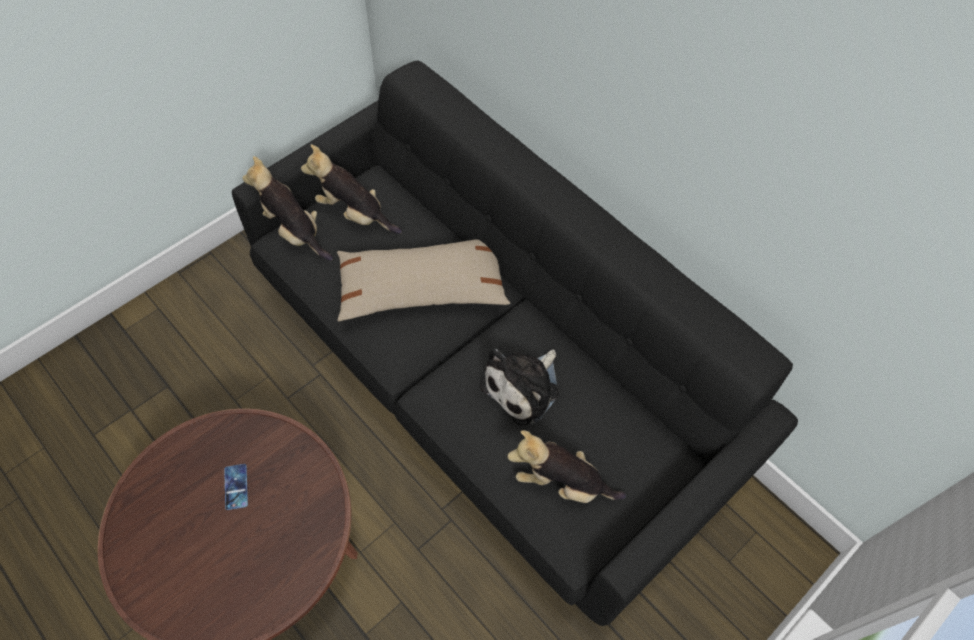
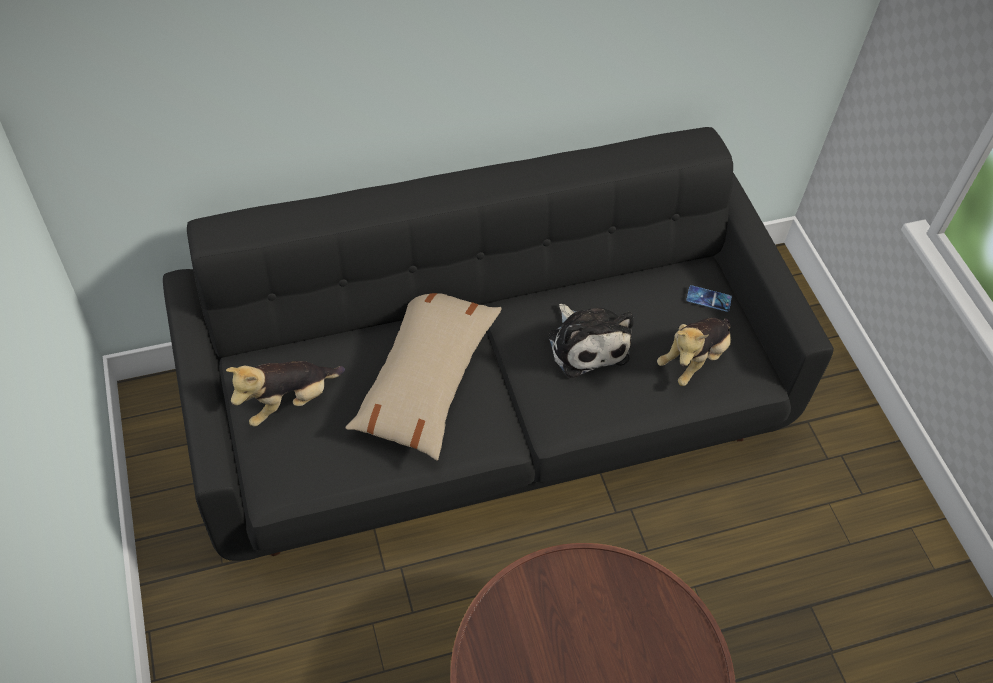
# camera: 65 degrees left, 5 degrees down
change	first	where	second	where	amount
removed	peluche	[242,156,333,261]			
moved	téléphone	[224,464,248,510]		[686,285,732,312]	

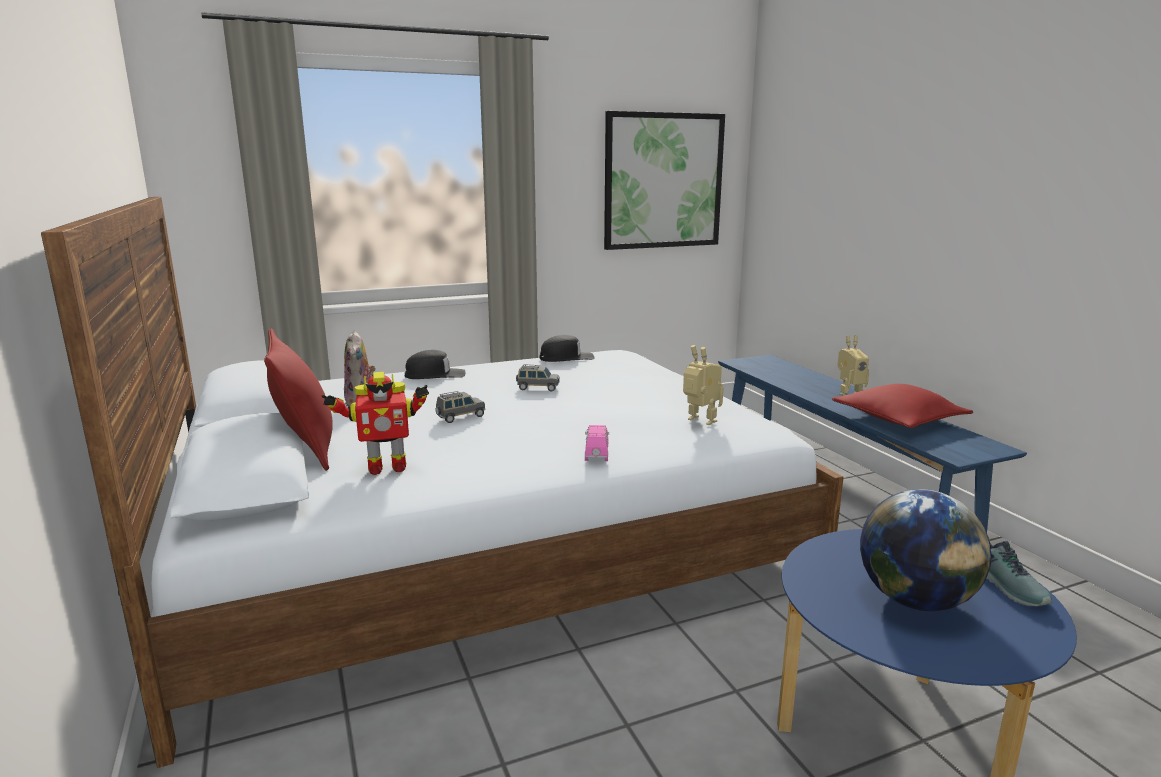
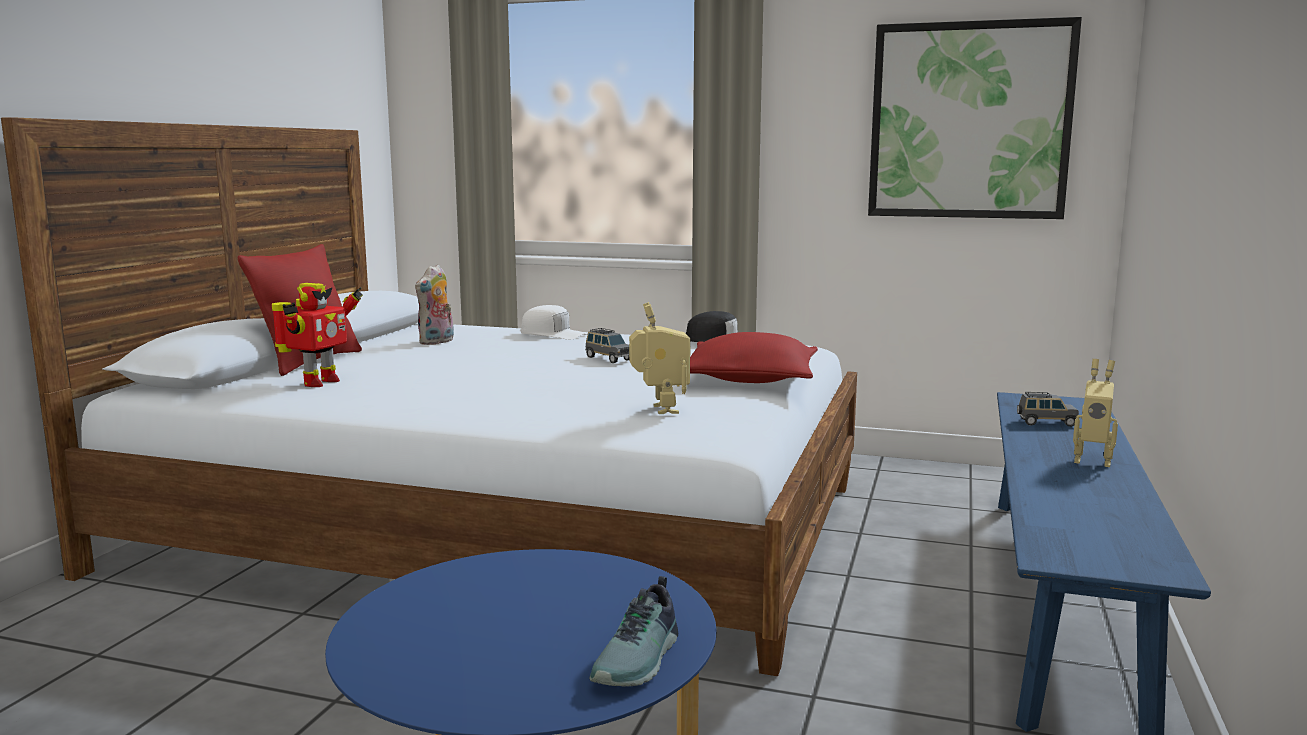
# camera: 40 degrees right, 5 degrees down
change	first	where	second	where	amount
removed	petite voiture (rose)	[585,425,609,461]			
removed	globe	[860,489,991,611]			
moved	petite voiture (gris)	[436,391,485,423]		[1017,392,1079,427]	
moved	coussin (rouge)	[832,384,973,428]		[690,332,818,383]	
recoloured	casquette (noir)	[405,350,465,379]	casquette (blanc)	[521,305,588,340]	
turned	robot jouet	[321,372,429,475]		[272,283,363,387]	90 degrees counterclockwise

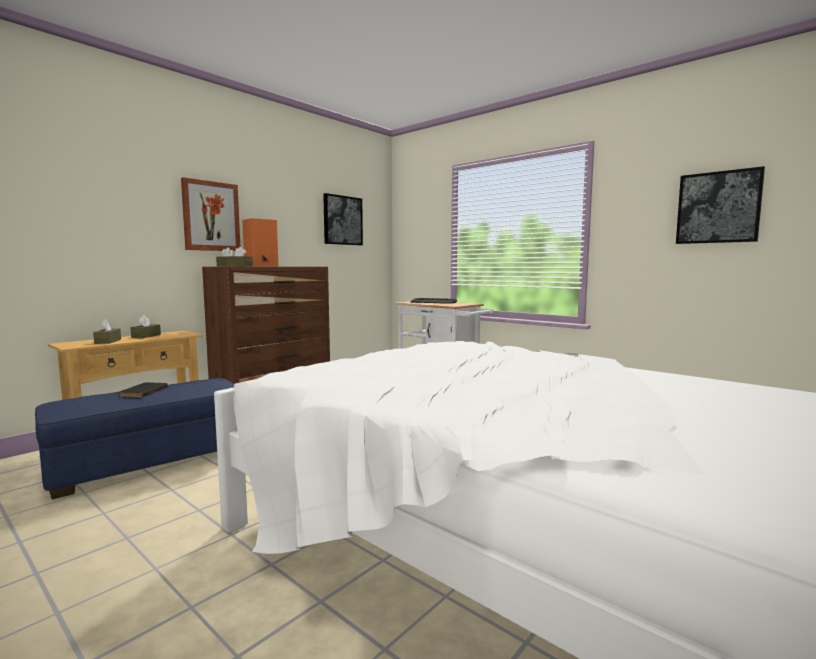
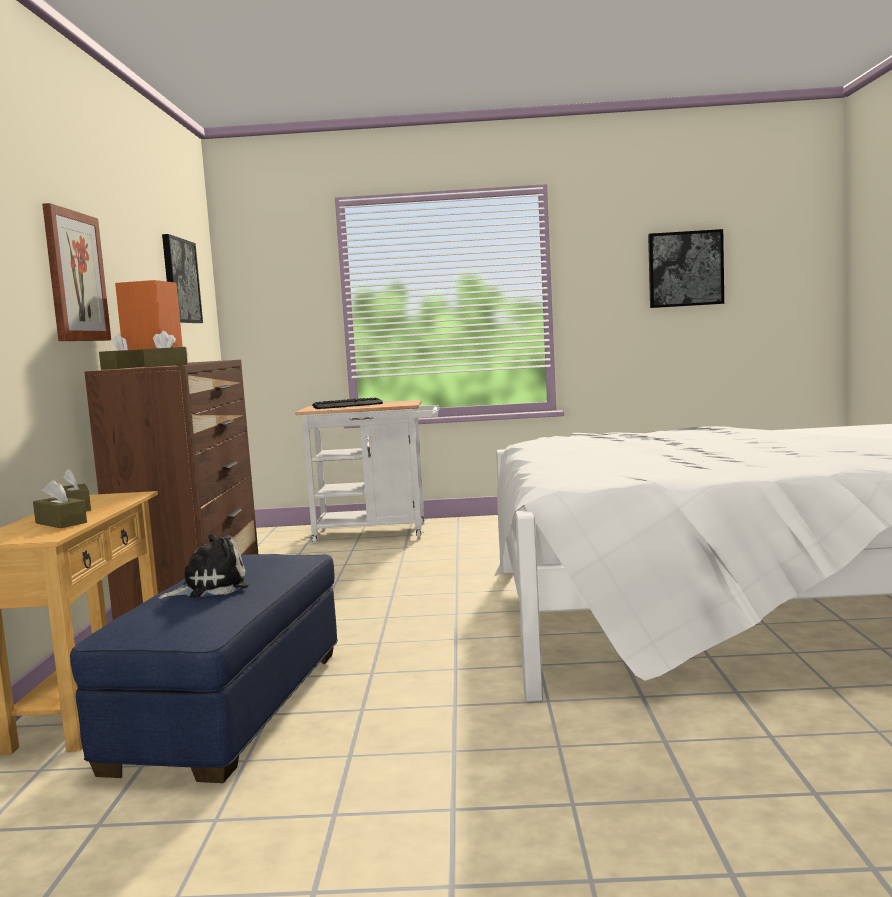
# camera: 40 degrees left, 0 degrees up
change	first	where	second	where	amount
replaced	livre (noir)	[119,382,168,397]	peluche	[158,534,248,599]	

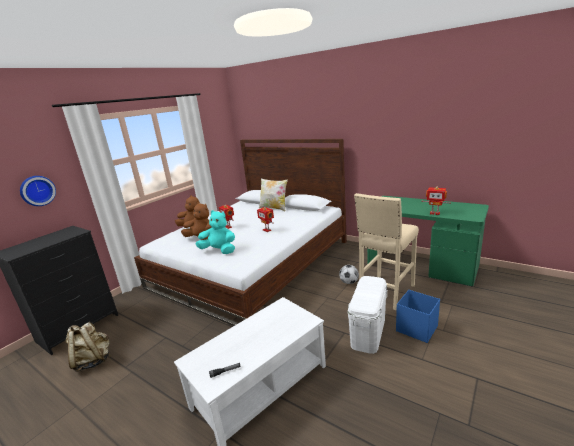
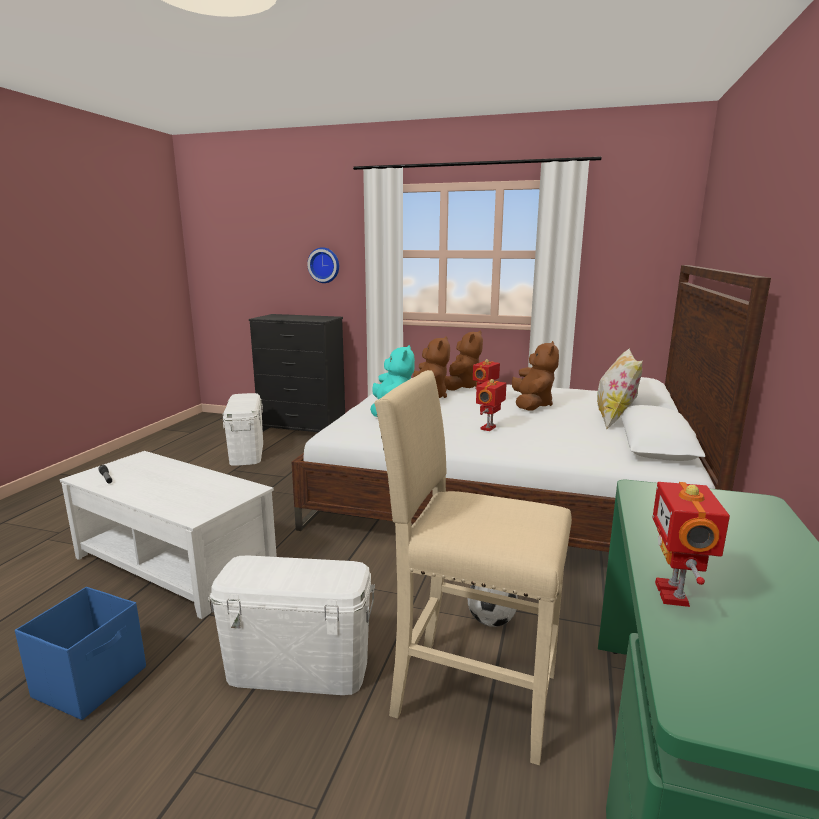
# camera: 70 degrees right, 5 degrees down
change	first	where	second	where	amount
added			peluche (marron)	[512,341,559,411]	
moved	boîte de rangement (bleu)	[396,290,440,343]		[15,587,146,720]	
replaced	sac à dos (beige)	[66,322,110,372]	boîte de rangement (blanc)	[223,393,263,466]	

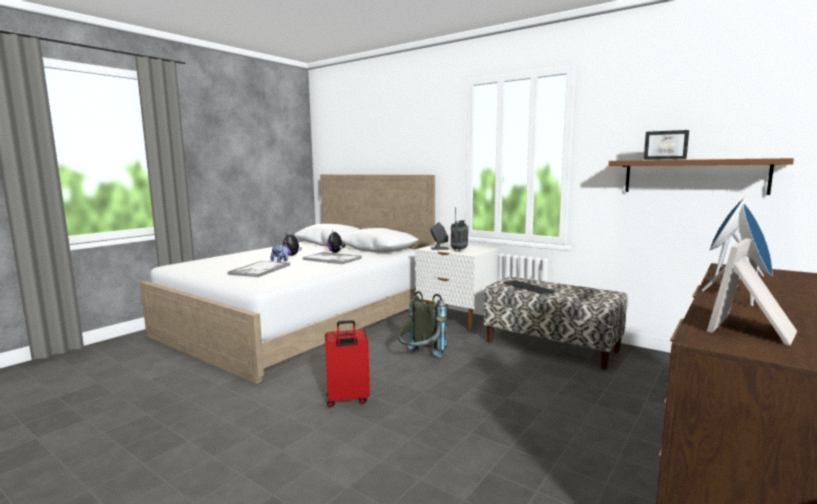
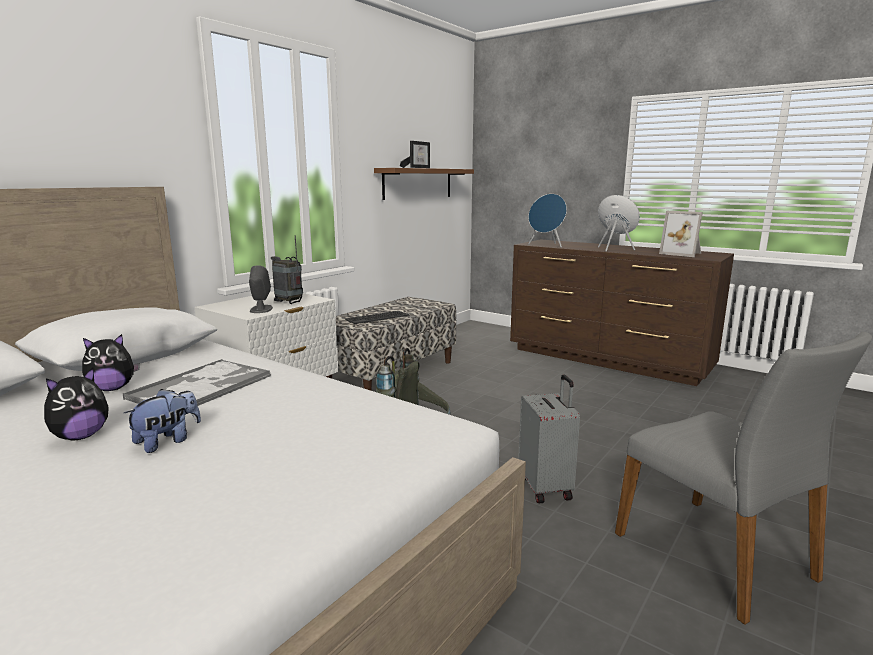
# camera: 90 degrees left, 5 degrees up
change	first	where	second	where	amount
removed	plateau	[228,261,290,277]			
added			chaise (gris)	[615,332,872,625]	
recoloured	valise (rouge)	[325,320,370,407]	valise (gris)	[518,375,580,504]	

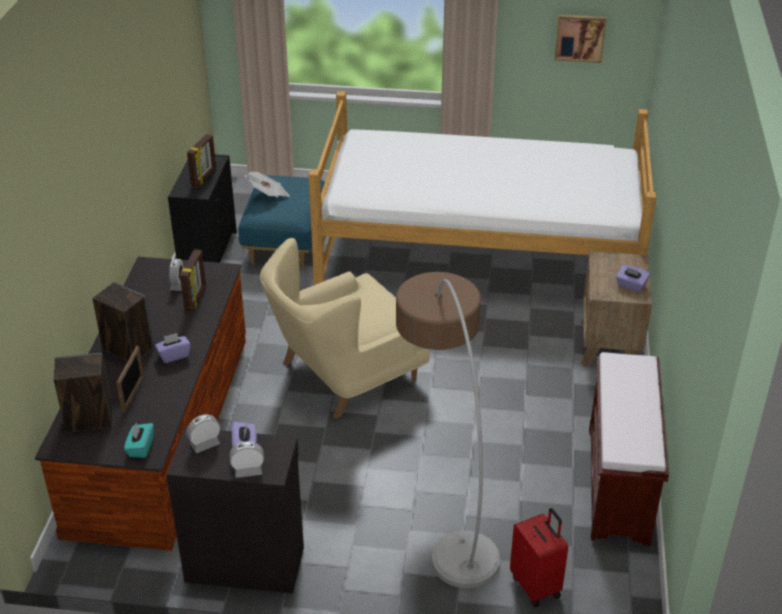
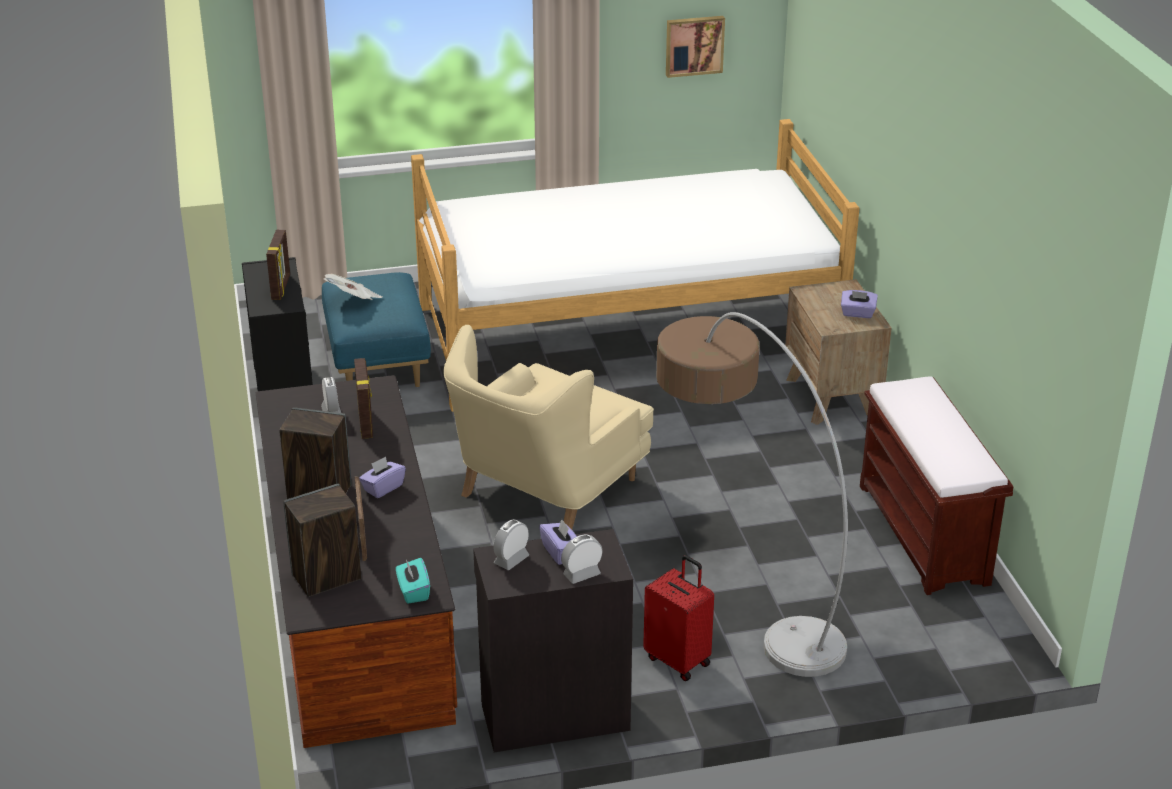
# camera: 20 degrees left, 5 degrees down
change	first	where	second	where	amount
moved	valise (rouge)	[510,508,568,607]		[643,555,714,681]	

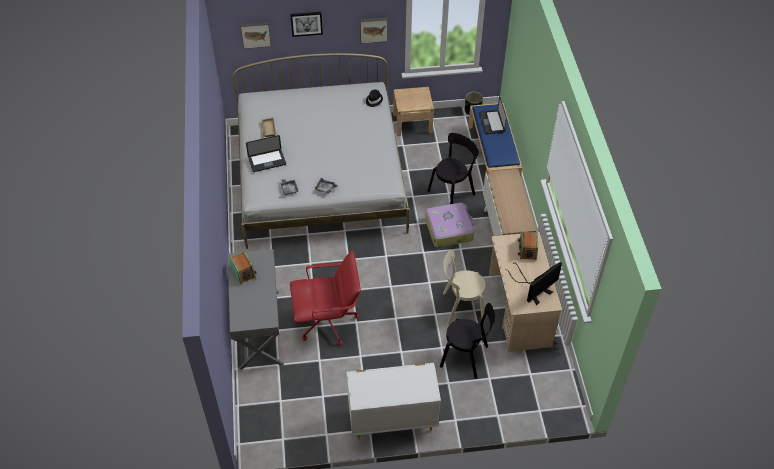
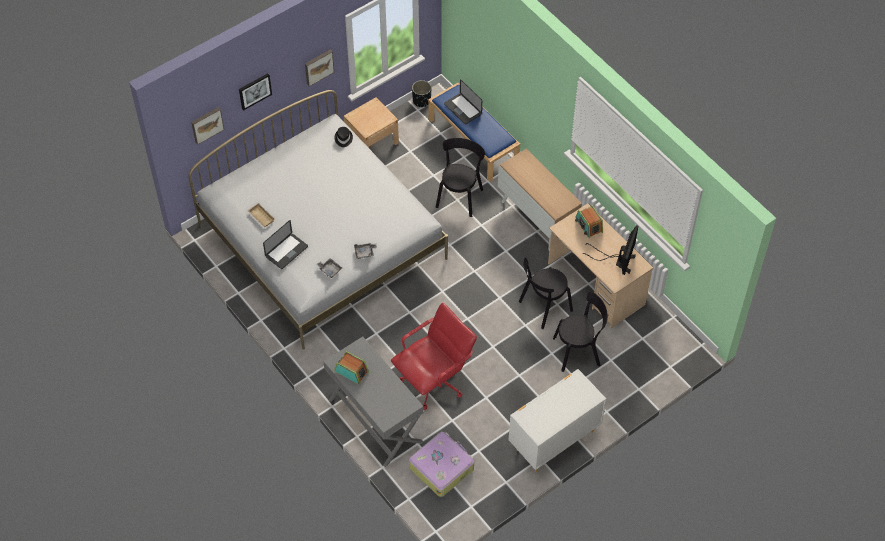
# camera: 30 degrees left, 5 degrees up
change	first	where	second	where	amount
moved	valise	[425,203,475,247]		[409,432,474,497]	
recoloured	chaise (beige)	[443,250,486,324]	chaise (noir)	[519,257,573,329]	

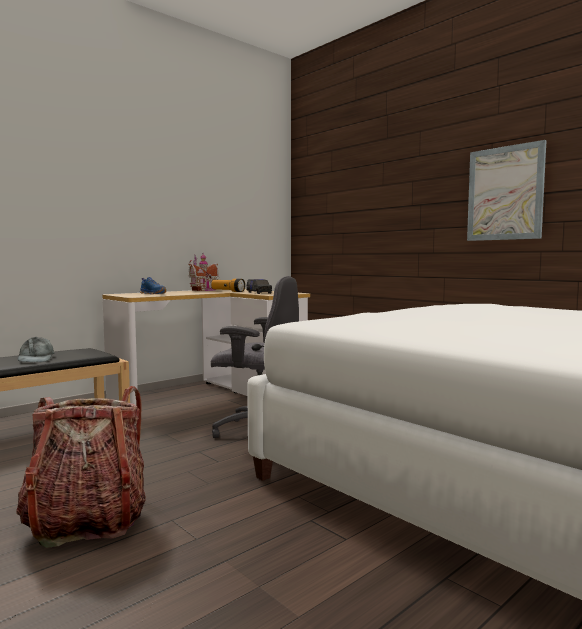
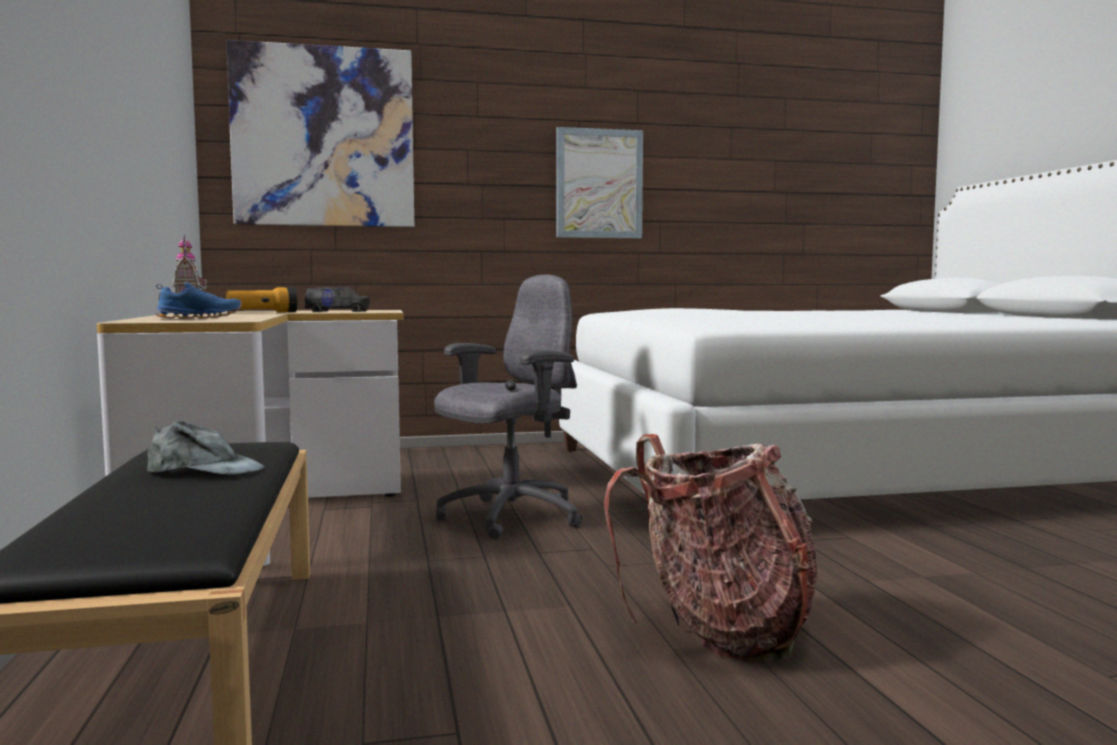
# camera: 60 degrees left, 0 degrees up
change	first	where	second	where	amount
added			tableau	[226,40,414,227]	

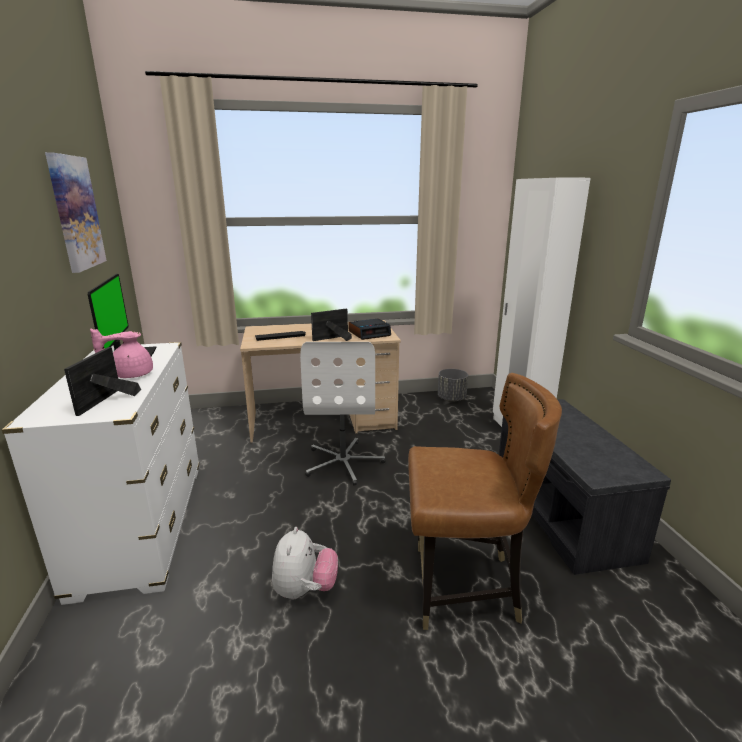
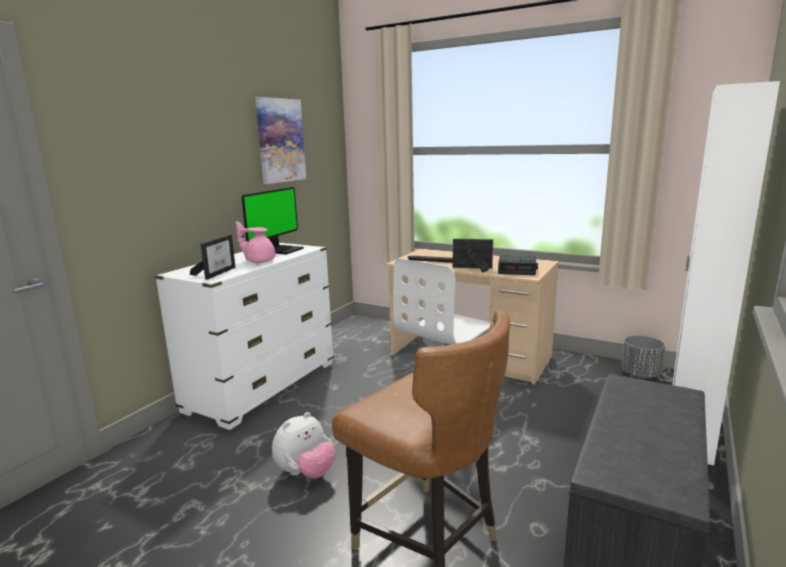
# camera: 40 degrees right, 5 degrees down
change	first	where	second	where	amount
turned	cadre photo	[64,347,141,416]		[190,234,236,280]	150 degrees clockwise

